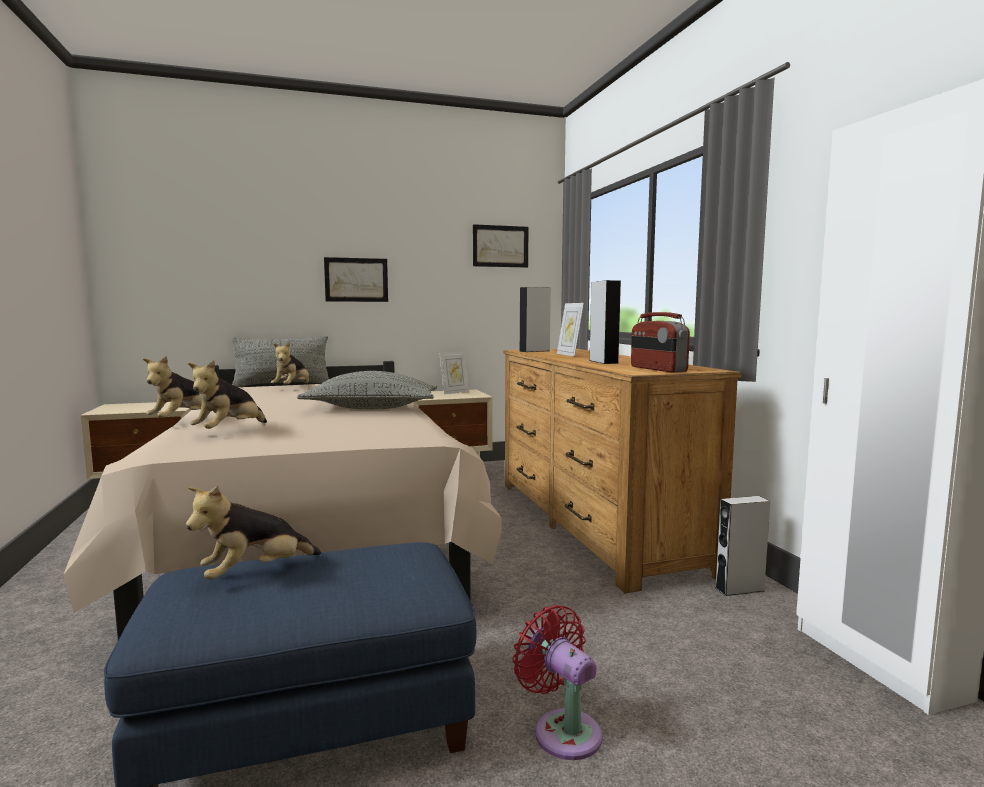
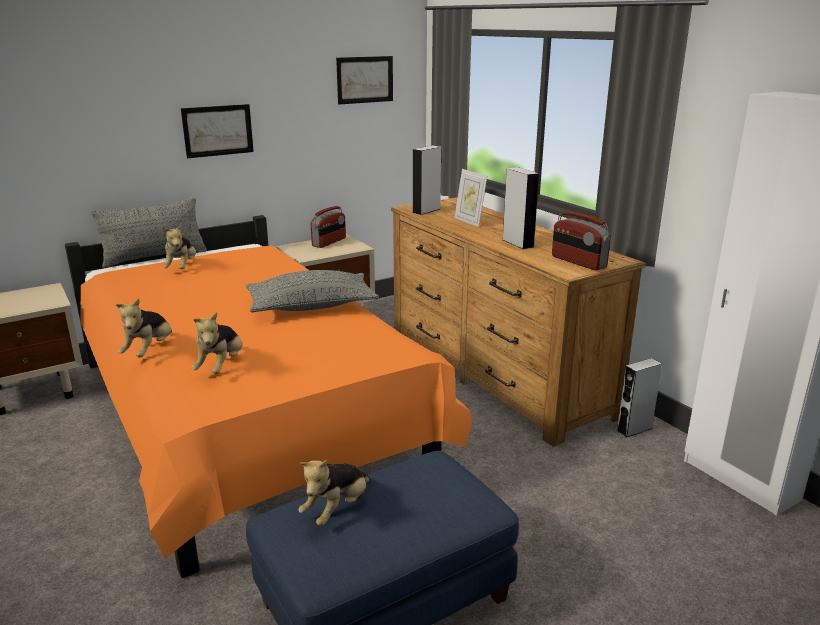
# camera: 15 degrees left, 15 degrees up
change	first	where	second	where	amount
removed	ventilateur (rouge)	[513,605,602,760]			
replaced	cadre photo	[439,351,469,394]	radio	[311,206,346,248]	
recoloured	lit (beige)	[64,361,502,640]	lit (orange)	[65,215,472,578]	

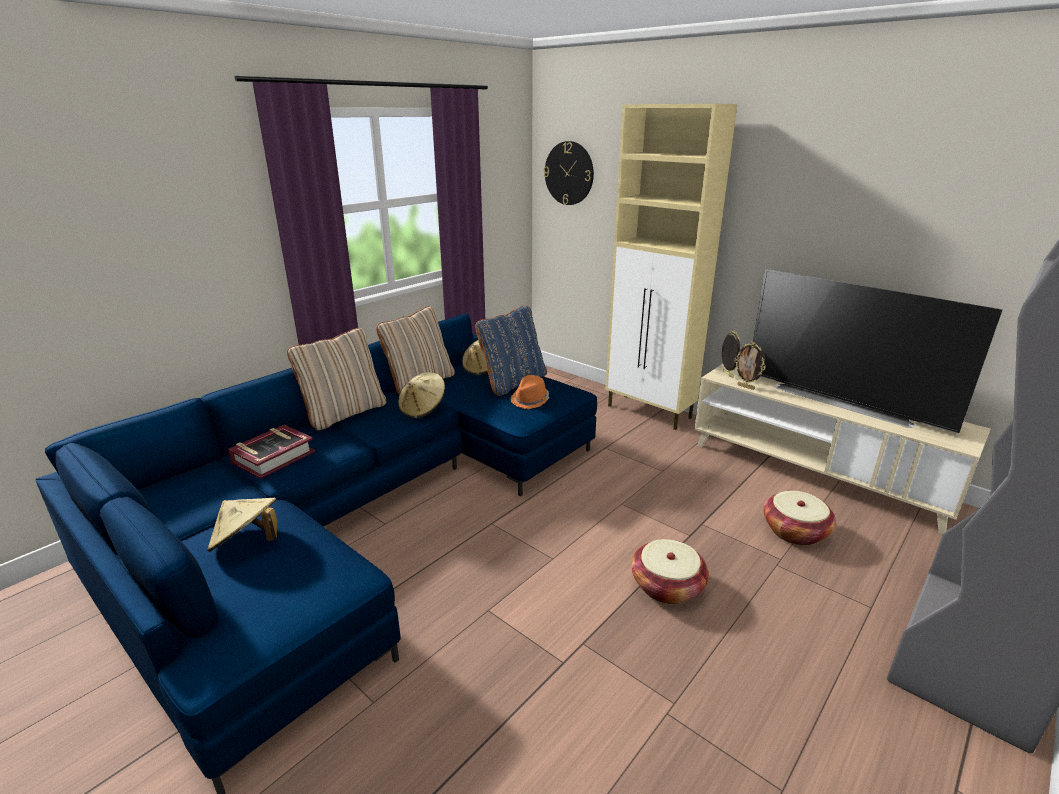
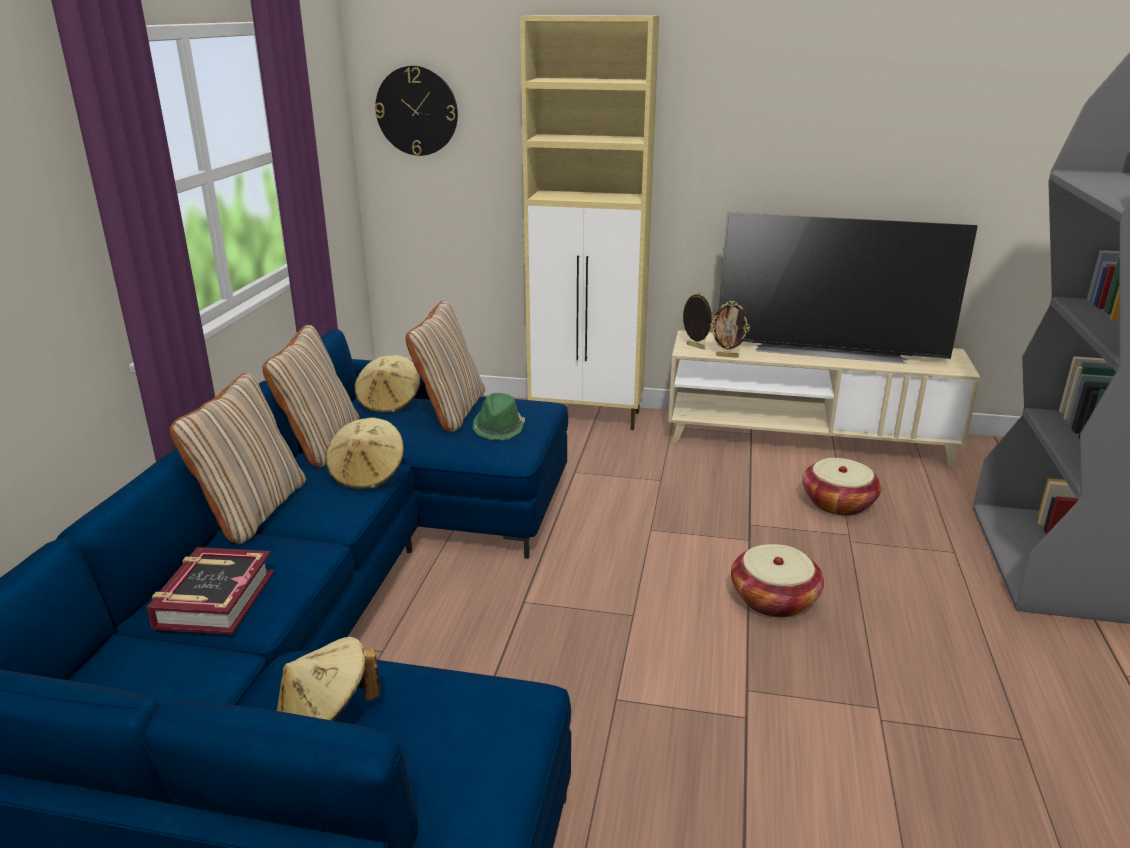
# camera: 30 degrees left, 0 degrees up
change	first	where	second	where	amount
recoloured	coussin (bleu)	[475,305,547,396]	coussin (beige)	[406,301,485,433]	
recoloured	chapeau (orange)	[511,375,550,409]	chapeau (vert)	[473,393,525,440]	

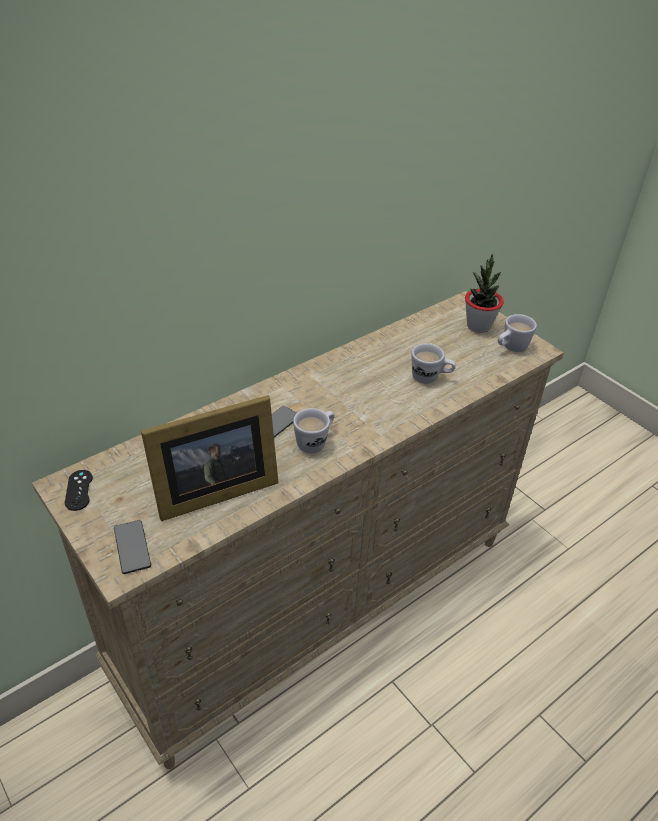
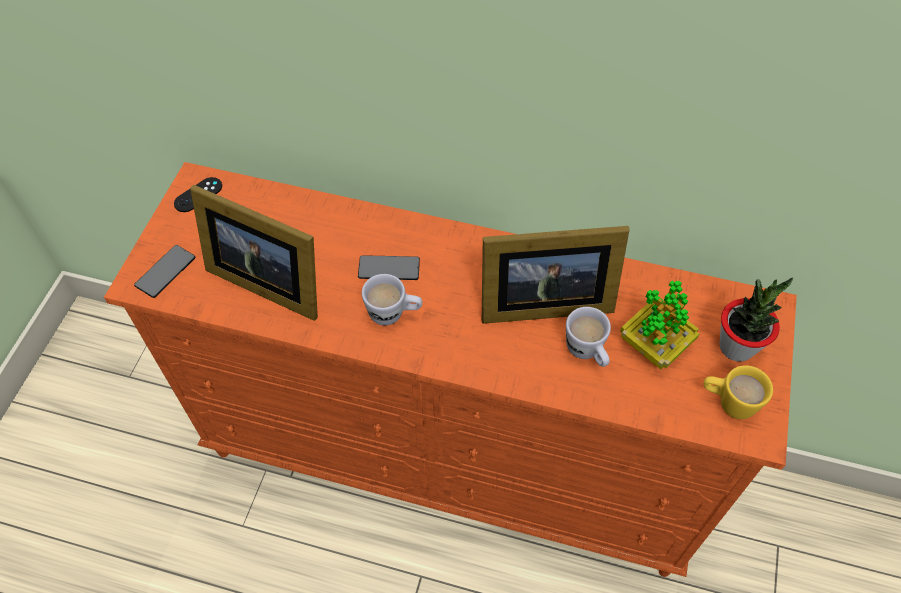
# camera: 55 degrees right, 15 degrees up
change	first	where	second	where	amount
added			cadre photo	[482,226,630,324]	
added			plante en pot	[620,280,699,370]	
recoloured	commode (beige)	[32,291,564,769]	commode (orange)	[104,162,797,577]	
recoloured	mug (blanc)	[498,314,537,352]	mug (jaune)	[703,365,773,419]	

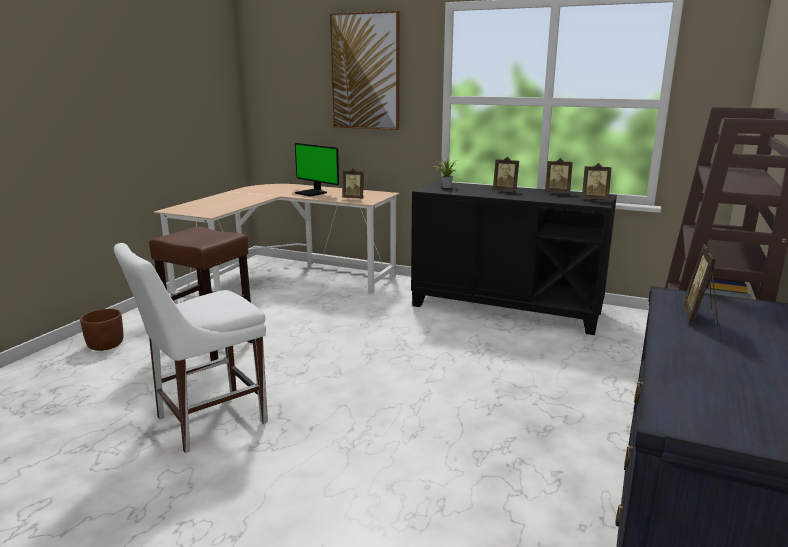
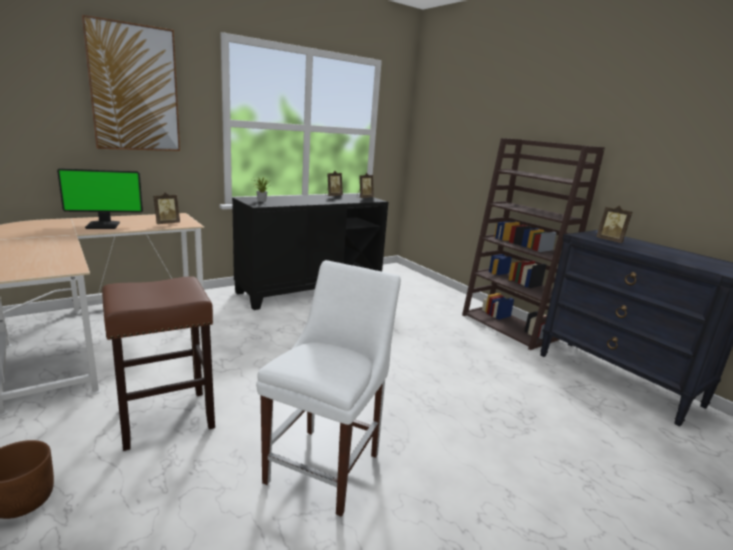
# camera: 60 degrees left, 0 degrees up
change	first	where	second	where	amount
removed	cadre photo	[493,157,519,191]			
turned	chaise (blanc)	[114,243,268,453]		[256,260,401,517]	150 degrees counterclockwise

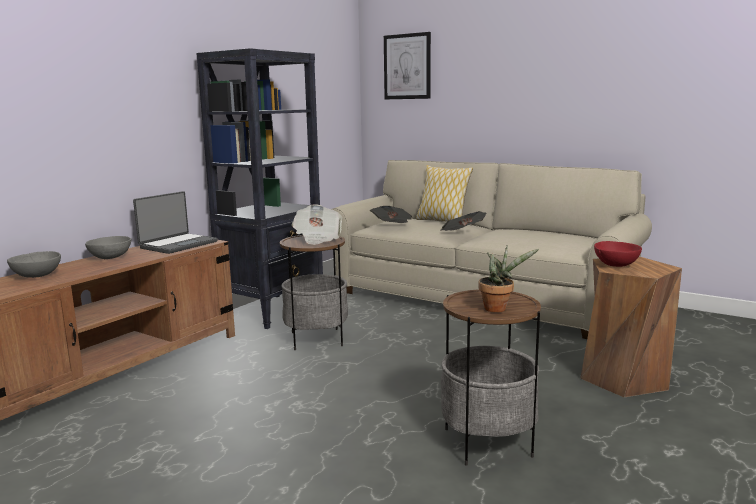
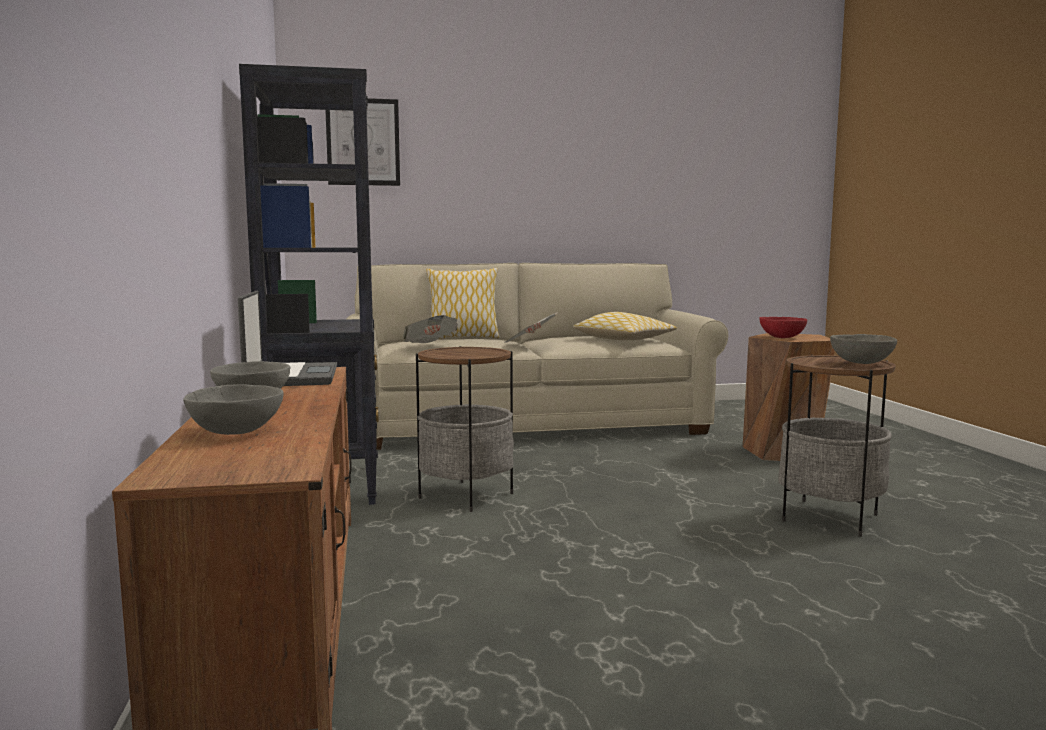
# camera: 45 degrees left, 5 degrees down
change	first	where	second	where	amount
removed	journal	[292,205,342,245]			
added			coussin	[573,312,677,340]	
replaced	plante en pot	[478,245,539,312]	bol (gris)	[830,334,897,364]	

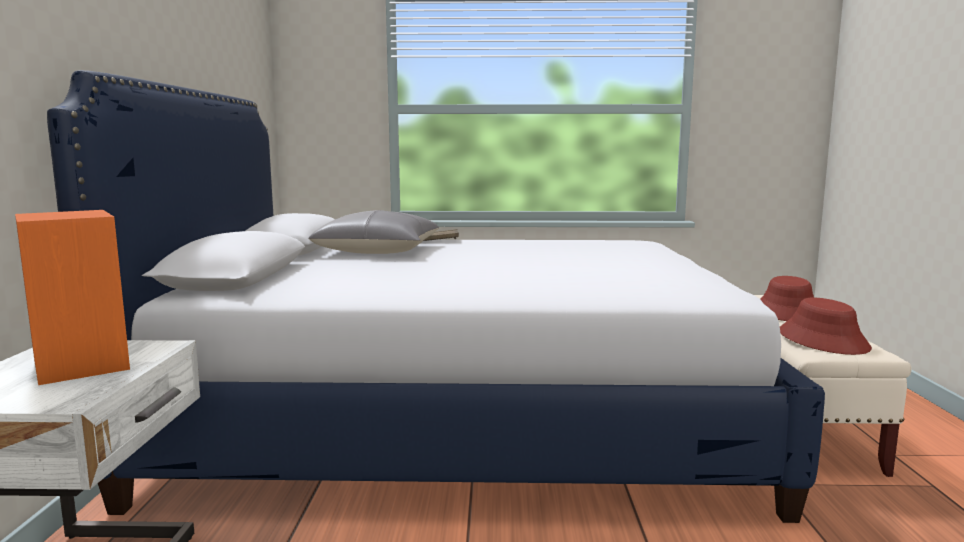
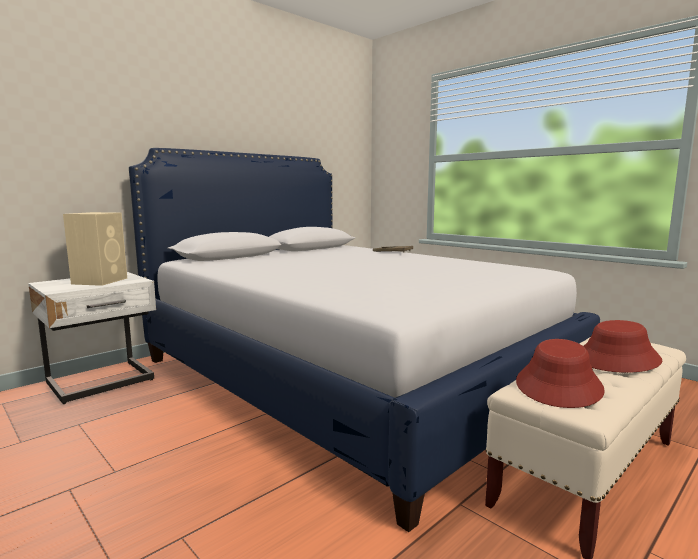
# camera: 45 degrees right, 0 degrees up
change	first	where	second	where	amount
removed	coussin (gris)	[308,210,439,254]			
recoloured	enceinte (orange)	[15,210,130,385]	enceinte (beige)	[63,212,127,286]	

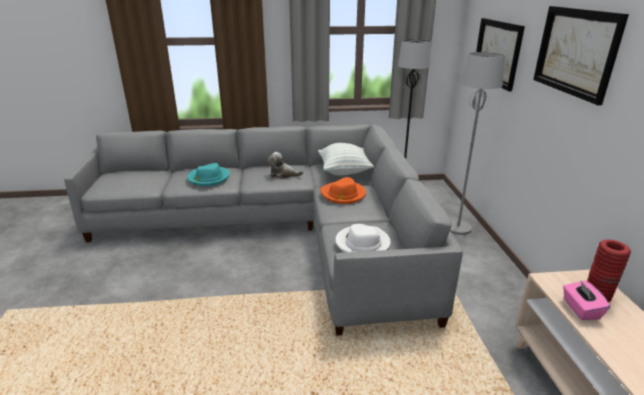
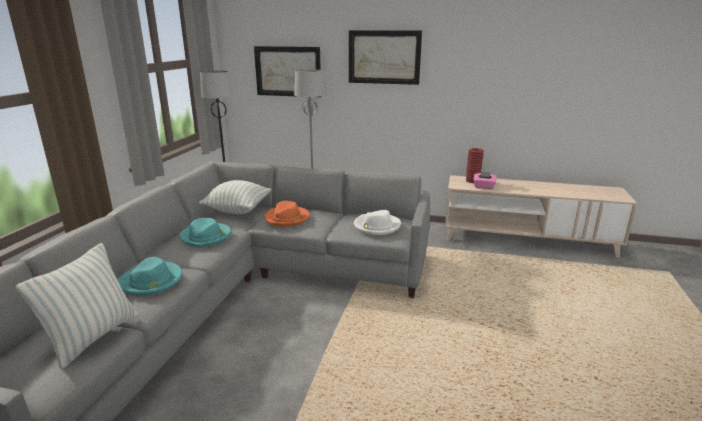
# camera: 70 degrees left, 5 degrees down
change	first	where	second	where	amount
added			coussin	[16,243,138,369]	
replaced	peluche	[268,152,303,179]	chapeau (turquoise)	[180,218,231,247]	

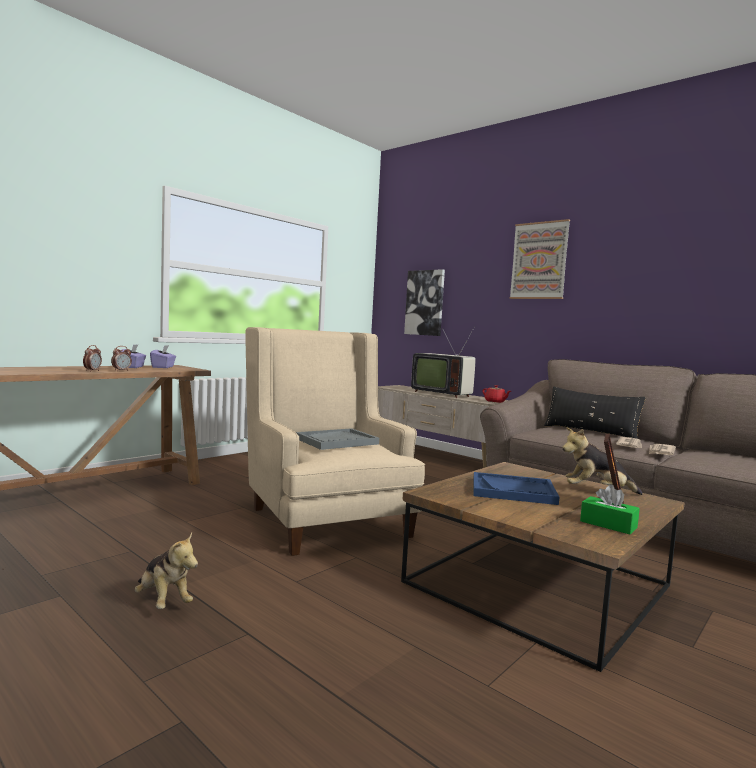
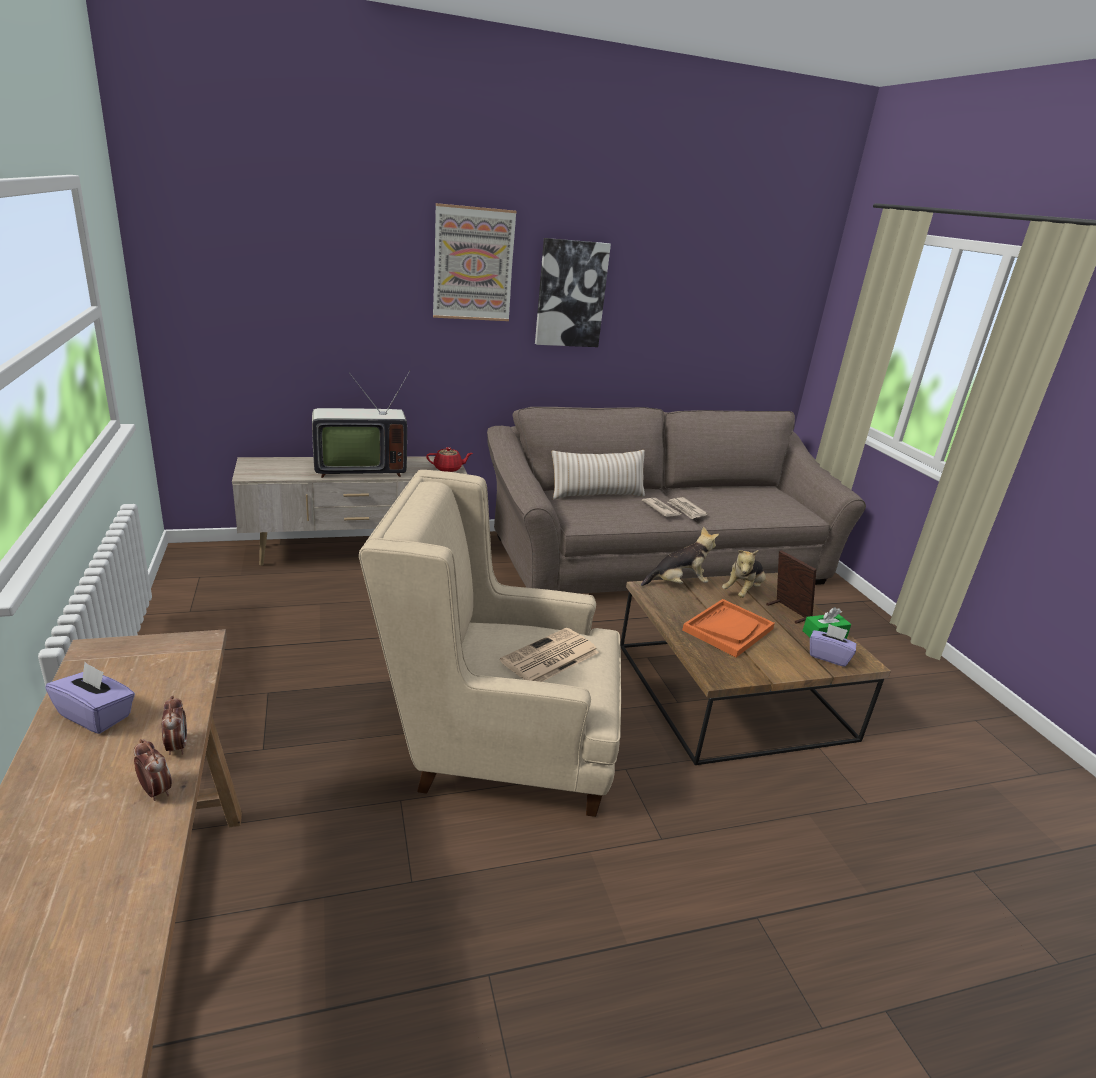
# camera: 60 degrees left, 20 degrees up
change	first	where	second	where	amount
moved	peluche	[134,533,198,609]		[641,526,719,586]	
moved	boîte à mouchoirs (violet)	[150,345,176,368]		[810,624,856,667]	
moved	tableau	[404,269,445,336]		[535,238,611,347]	
replaced	plateau (gris)	[296,428,379,450]	journal	[500,628,599,682]	
recoloured	plateau (bleu)	[473,472,559,505]	plateau (orange)	[682,599,775,657]	
recoloured	coussin (noir)	[544,387,646,439]	coussin (beige)	[552,450,645,500]	

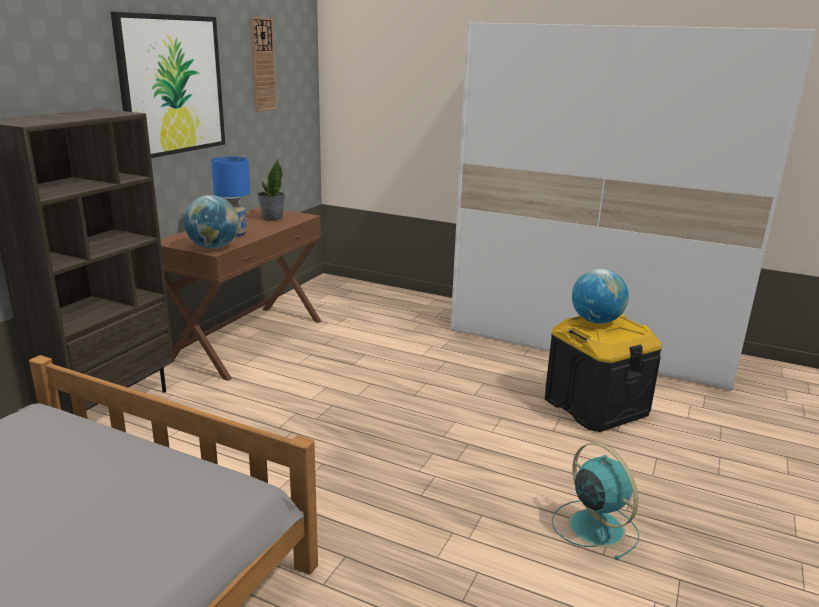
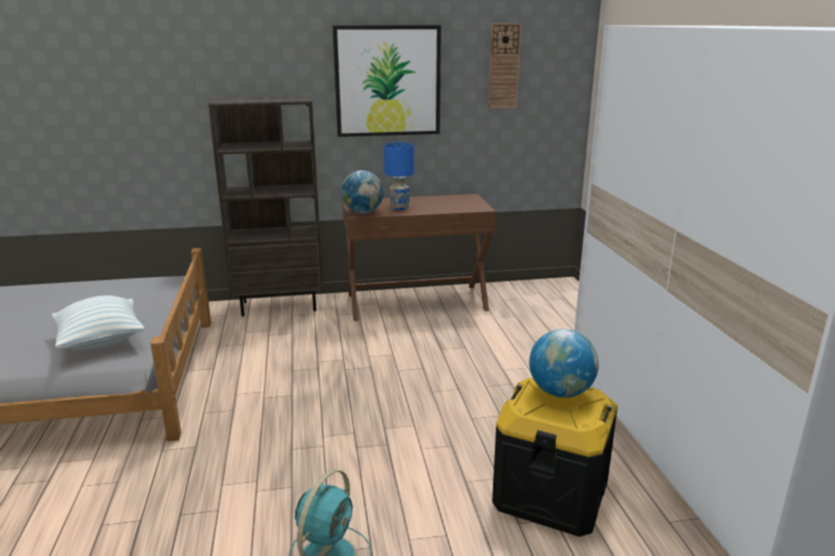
# camera: 55 degrees right, 0 degrees up
change	first	where	second	where	amount
removed	plante en pot	[257,159,285,221]			
added			coussin	[51,295,145,350]	

